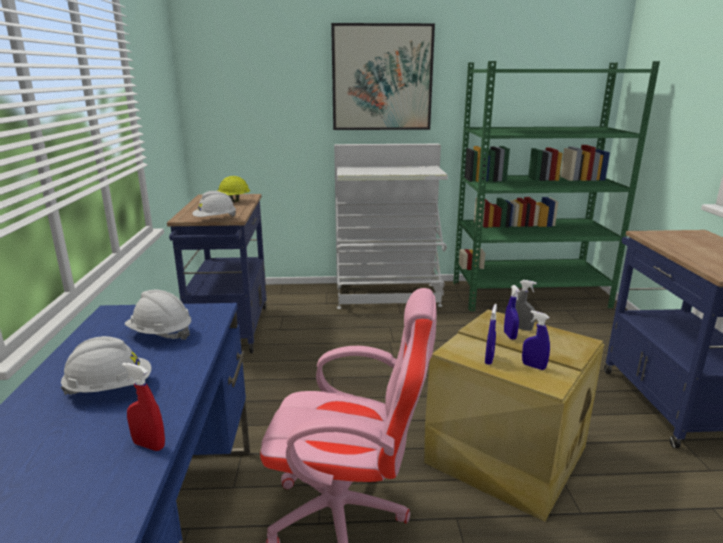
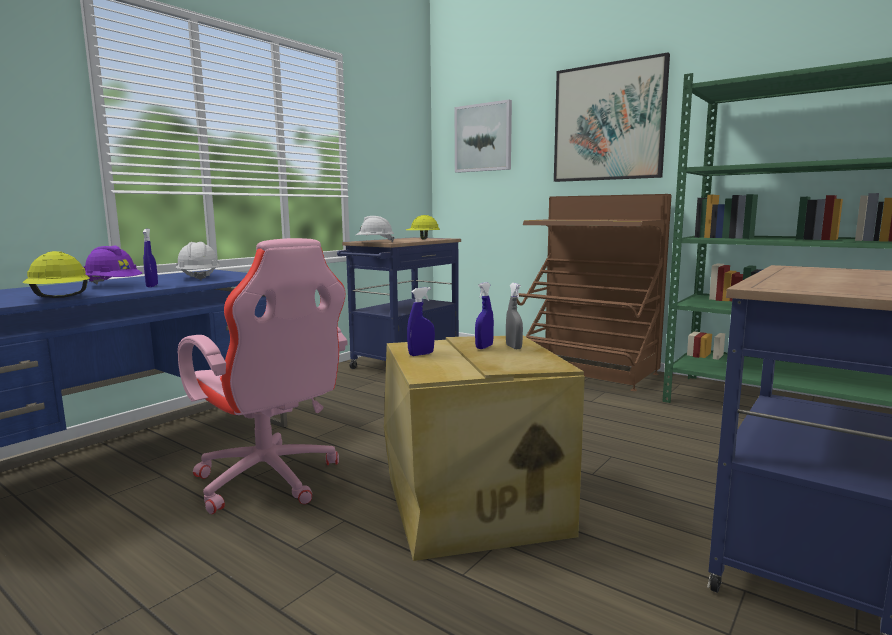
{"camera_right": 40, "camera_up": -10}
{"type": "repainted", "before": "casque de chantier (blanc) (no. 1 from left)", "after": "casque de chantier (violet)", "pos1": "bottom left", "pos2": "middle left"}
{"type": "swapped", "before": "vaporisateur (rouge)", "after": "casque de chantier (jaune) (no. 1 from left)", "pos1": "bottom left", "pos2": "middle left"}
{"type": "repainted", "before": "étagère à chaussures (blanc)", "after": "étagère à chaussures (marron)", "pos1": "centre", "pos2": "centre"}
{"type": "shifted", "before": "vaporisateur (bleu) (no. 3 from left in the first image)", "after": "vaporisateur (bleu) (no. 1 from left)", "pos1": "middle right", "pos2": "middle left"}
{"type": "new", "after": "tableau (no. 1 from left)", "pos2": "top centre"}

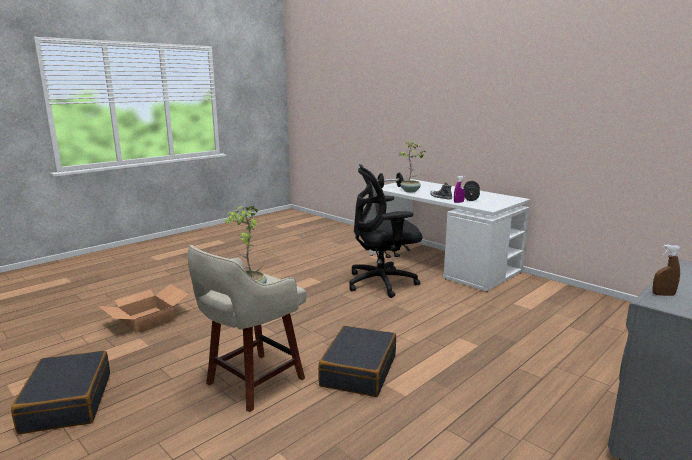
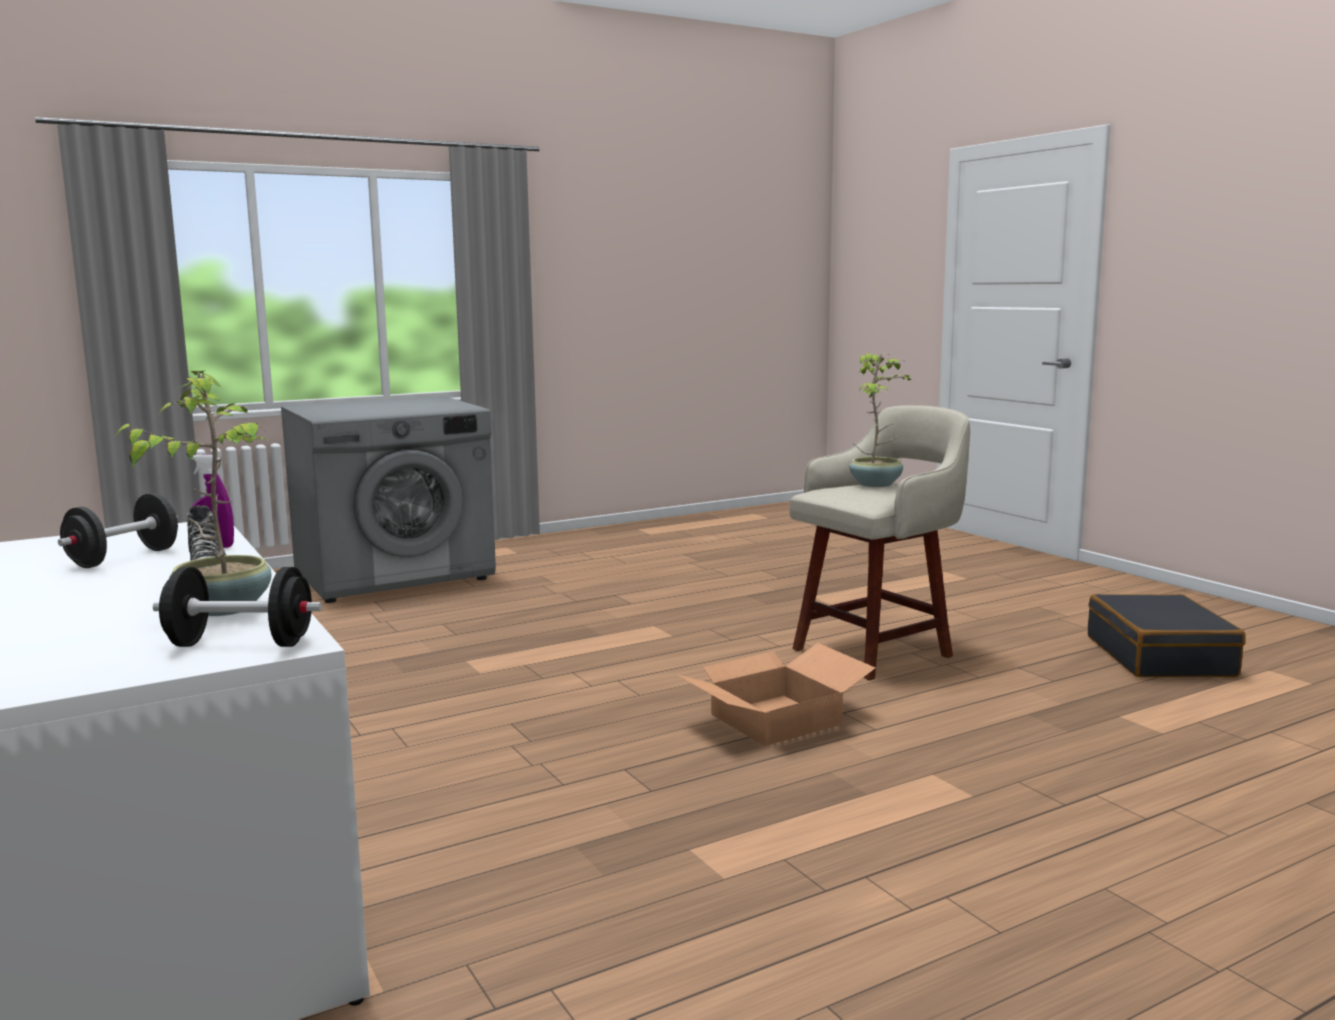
{"camera_right": -165, "camera_up": -5}
{"type": "shifted", "before": "carton", "pos1": "bottom left", "pos2": "bottom centre"}
{"type": "gone", "before": "valise (noir) (no. 2 from left)", "pos1": "bottom centre"}
{"type": "gone", "before": "chaise de bureau (noir)", "pos1": "centre"}
{"type": "gone", "before": "vaporisateur (marron)", "pos1": "middle right"}

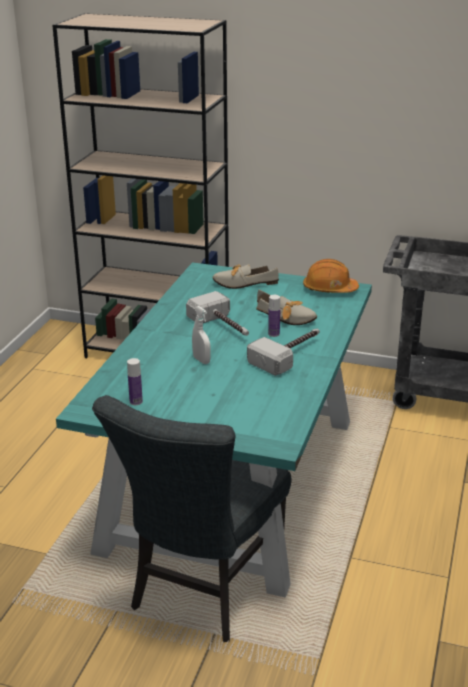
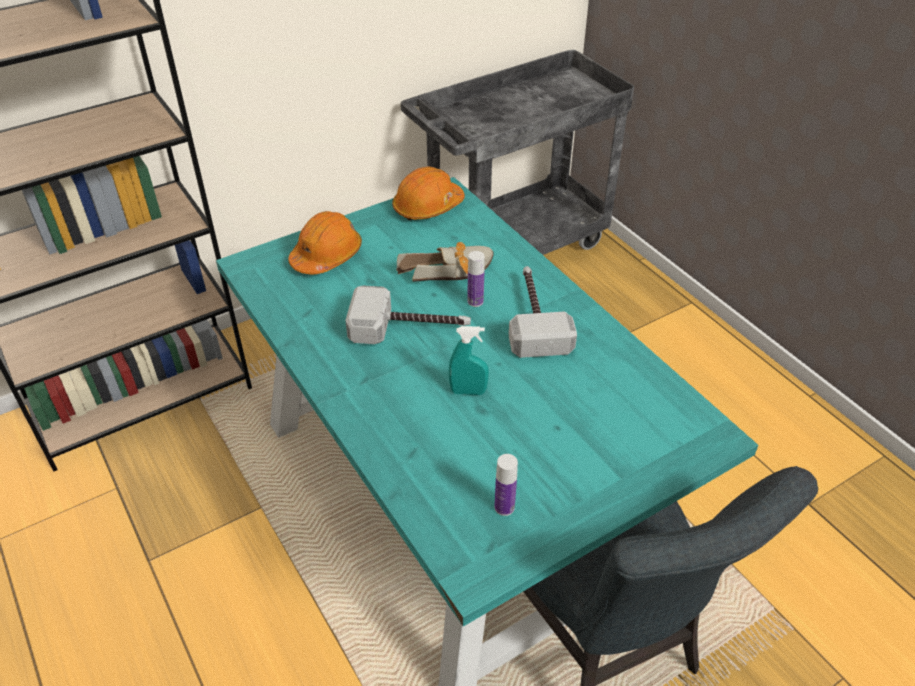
{"camera_right": -50, "camera_up": 15}
{"type": "repainted", "before": "vaporisateur (blanc)", "after": "vaporisateur (turquoise)", "pos1": "centre", "pos2": "centre"}
{"type": "swapped", "before": "chaussure (no. 1 from left)", "after": "casque de chantier (orange) (no. 1 from left)", "pos1": "centre", "pos2": "centre"}

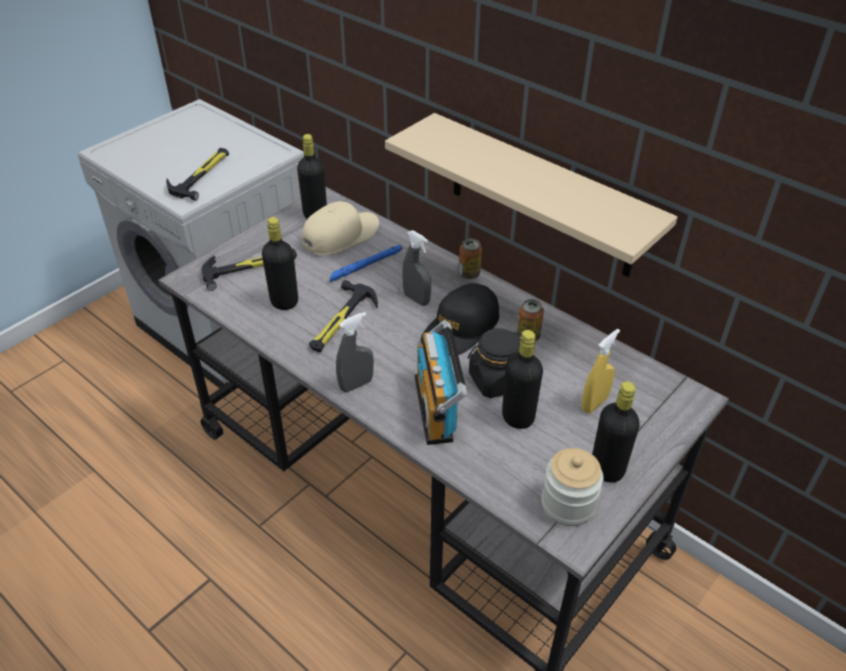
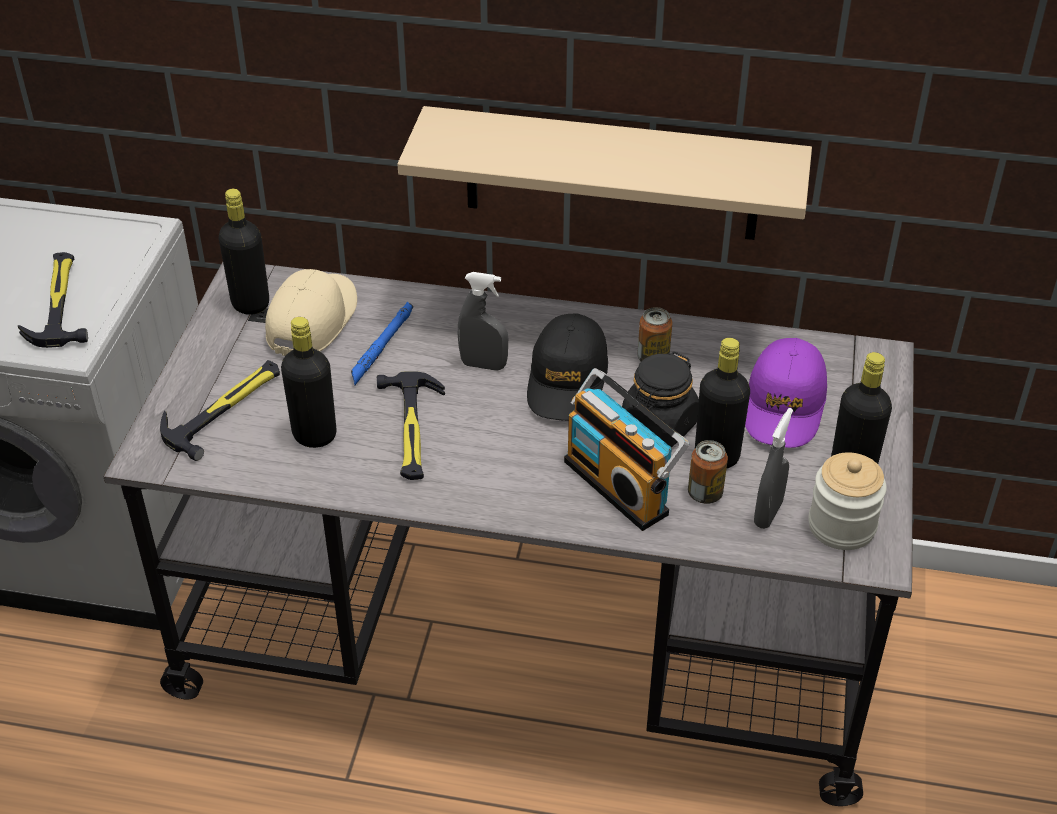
{"camera_right": -30, "camera_up": 0}
{"type": "shifted", "before": "vaporisateur (gris) (no. 1 from left in the first image)", "after": "vaporisateur (gris) (no. 2 from left)", "pos1": "centre", "pos2": "middle right"}
{"type": "shifted", "before": "boîte métallique (no. 1 from left in the first image)", "after": "boîte métallique (no. 2 from left)", "pos1": "centre", "pos2": "middle right"}
{"type": "swapped", "before": "vaporisateur (jaune)", "after": "casquette (violet)", "pos1": "middle right", "pos2": "middle right"}

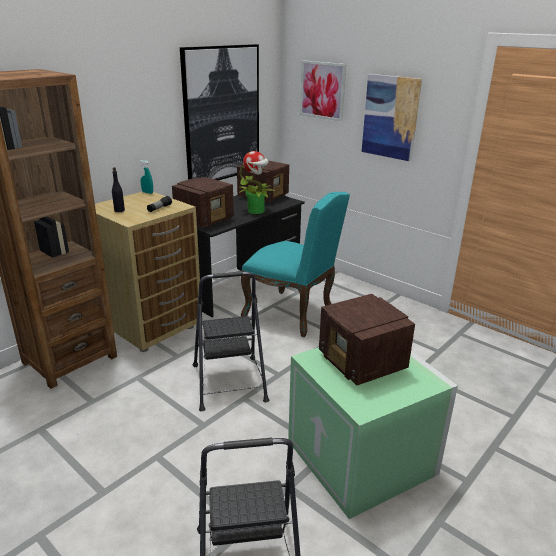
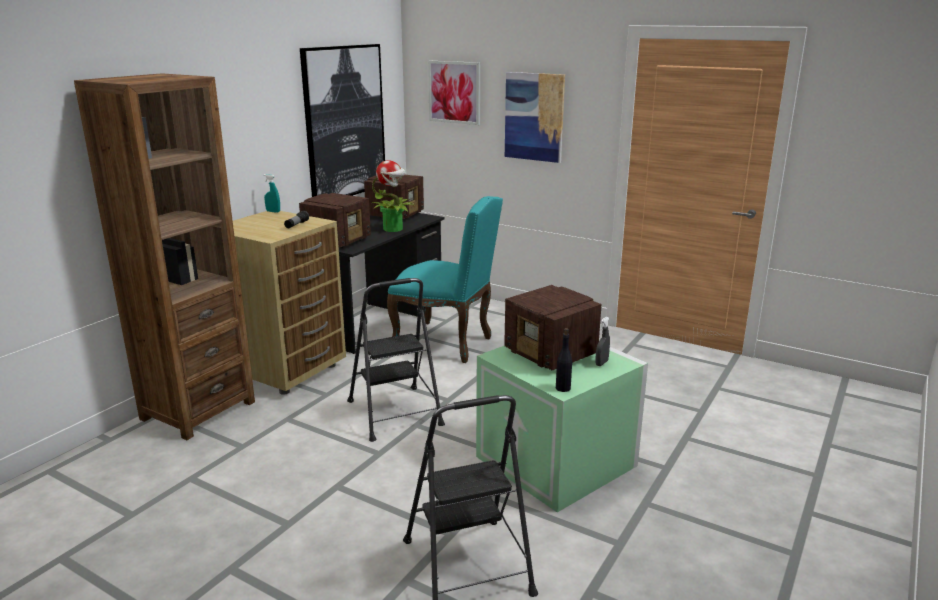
{"camera_right": -10, "camera_up": -5}
{"type": "shifted", "before": "bouteille (noir)", "pos1": "middle left", "pos2": "centre"}
{"type": "new", "after": "vaporisateur (gris)", "pos2": "centre"}

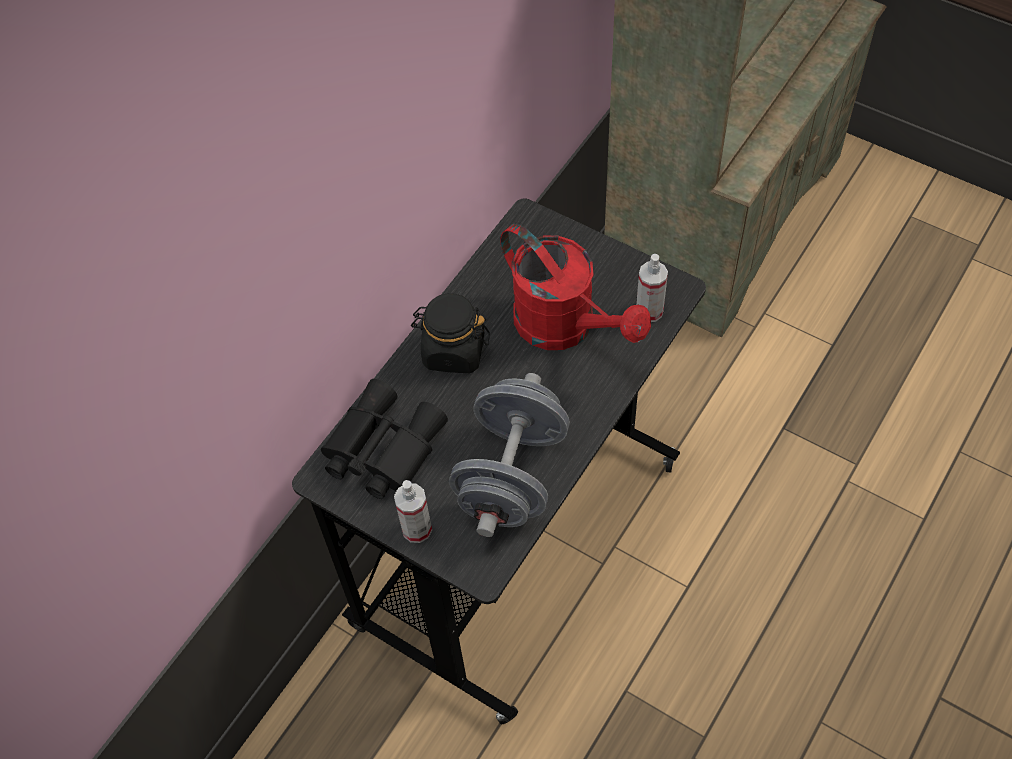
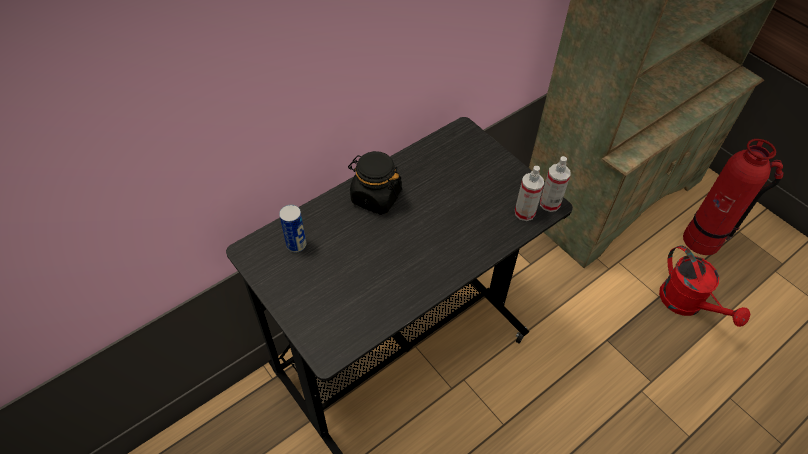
{"camera_right": 15, "camera_up": -5}
{"type": "swapped", "before": "jumelles (noir)", "after": "boîte métallique", "pos1": "centre", "pos2": "centre"}
{"type": "shifted", "before": "vaporisateur (no. 1 from left in the first image)", "after": "vaporisateur (no. 2 from left)", "pos1": "bottom centre", "pos2": "middle right"}
{"type": "gone", "before": "haltère (gris)", "pos1": "centre"}
{"type": "shifted", "before": "arrosoir (rouge)", "pos1": "centre", "pos2": "middle right"}
{"type": "new", "after": "extincteur", "pos2": "middle right"}

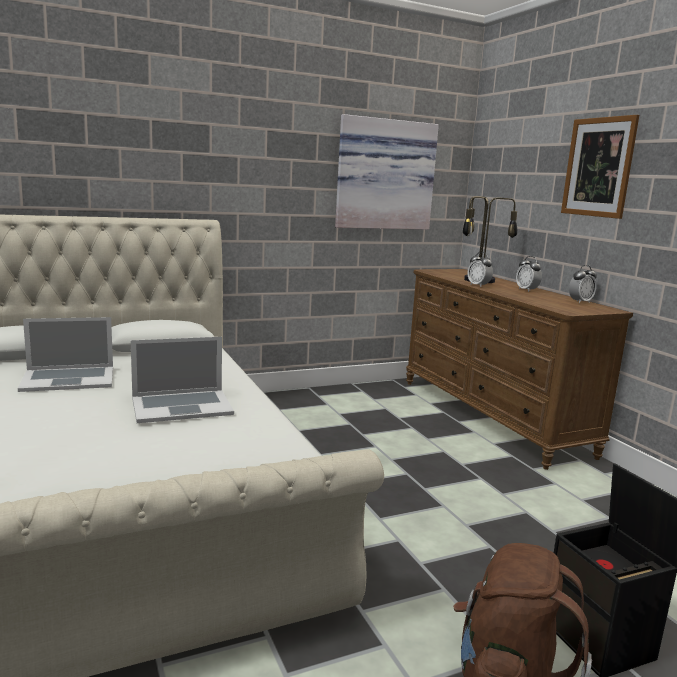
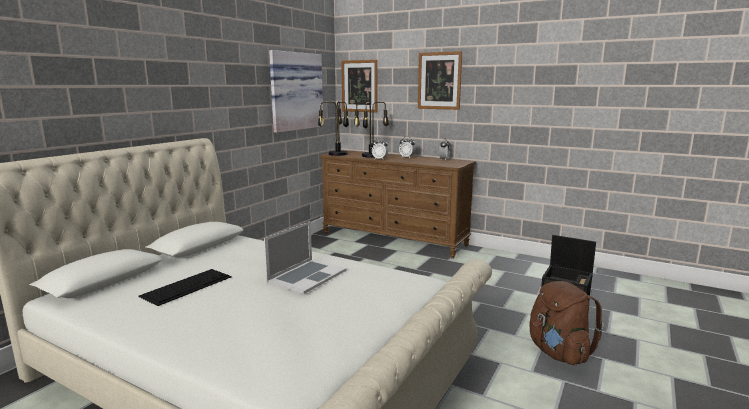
{"camera_right": -35, "camera_up": 0}
{"type": "swapped", "before": "ordinateur portable (no. 1 from left)", "after": "clavier", "pos1": "middle left", "pos2": "bottom left"}
{"type": "new", "after": "lampe de table (no. 1 from left)", "pos2": "top centre"}
{"type": "new", "after": "tableau (no. 2 from left)", "pos2": "top centre"}

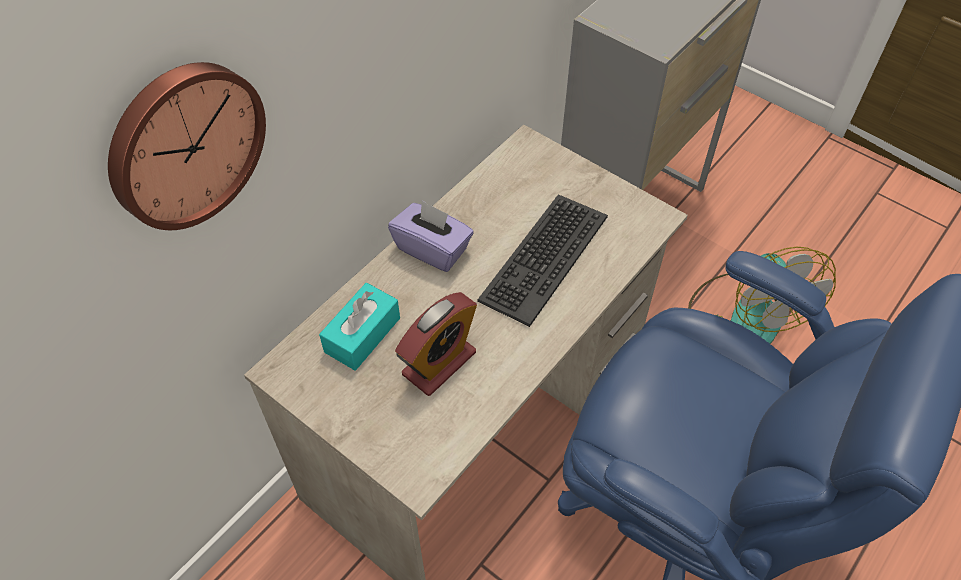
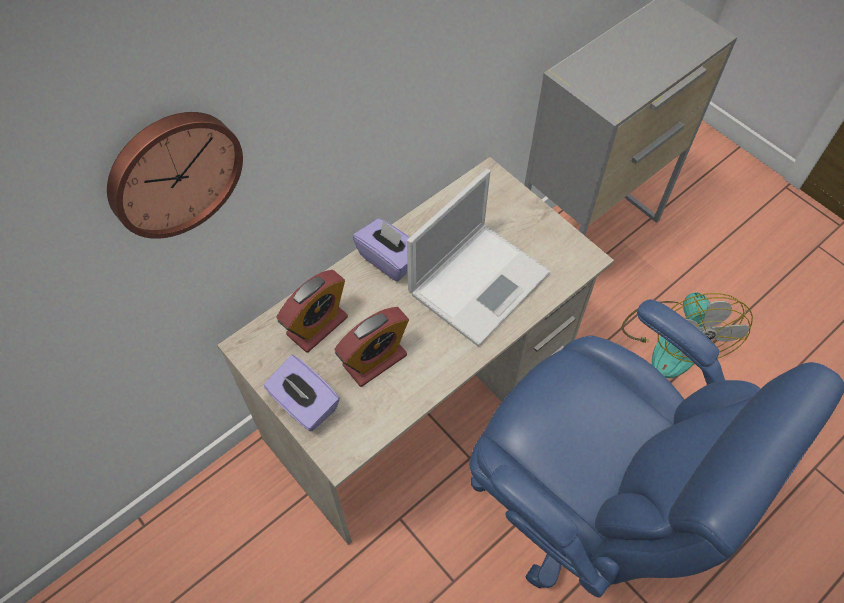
{"camera_right": 10, "camera_up": 5}
{"type": "swapped", "before": "boîte à mouchoirs (turquoise)", "after": "réveil (no. 1 from left)", "pos1": "centre", "pos2": "centre"}
{"type": "swapped", "before": "clavier", "after": "ordinateur portable", "pos1": "centre", "pos2": "centre"}
{"type": "new", "after": "boîte à mouchoirs (violet) (no. 1 from left)", "pos2": "centre"}

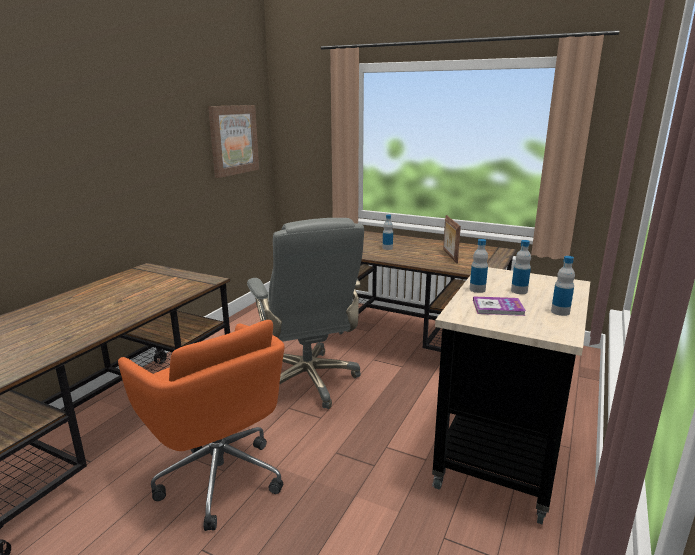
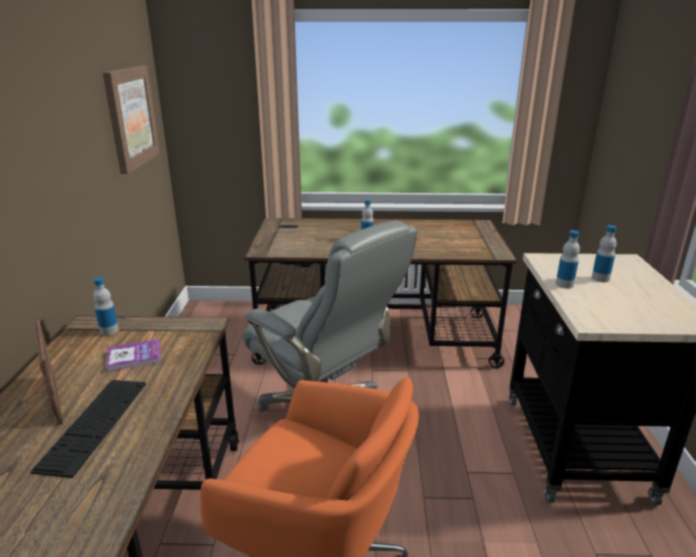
{"camera_right": -25, "camera_up": 5}
{"type": "shifted", "before": "cadre photo", "pos1": "centre", "pos2": "middle left"}
{"type": "shifted", "before": "livre", "pos1": "middle right", "pos2": "middle left"}
{"type": "shifted", "before": "bouteille (no. 4 from left in the first image)", "after": "bouteille (no. 1 from left)", "pos1": "middle right", "pos2": "middle left"}
{"type": "new", "after": "clavier", "pos2": "bottom left"}

